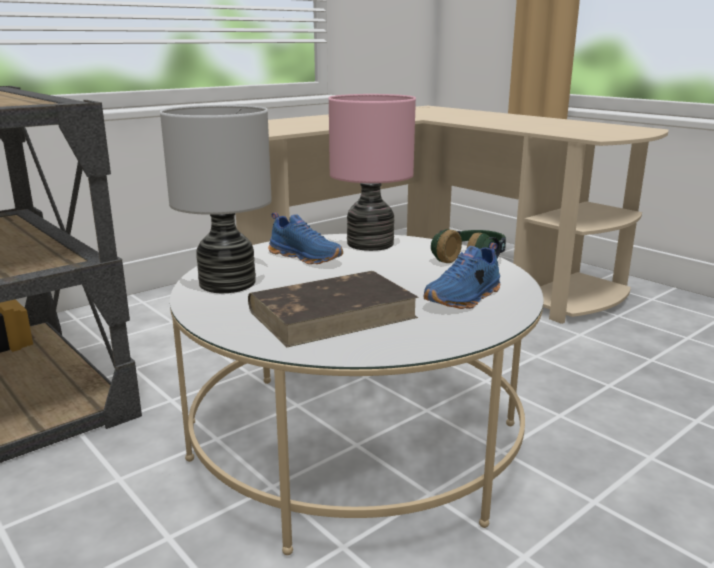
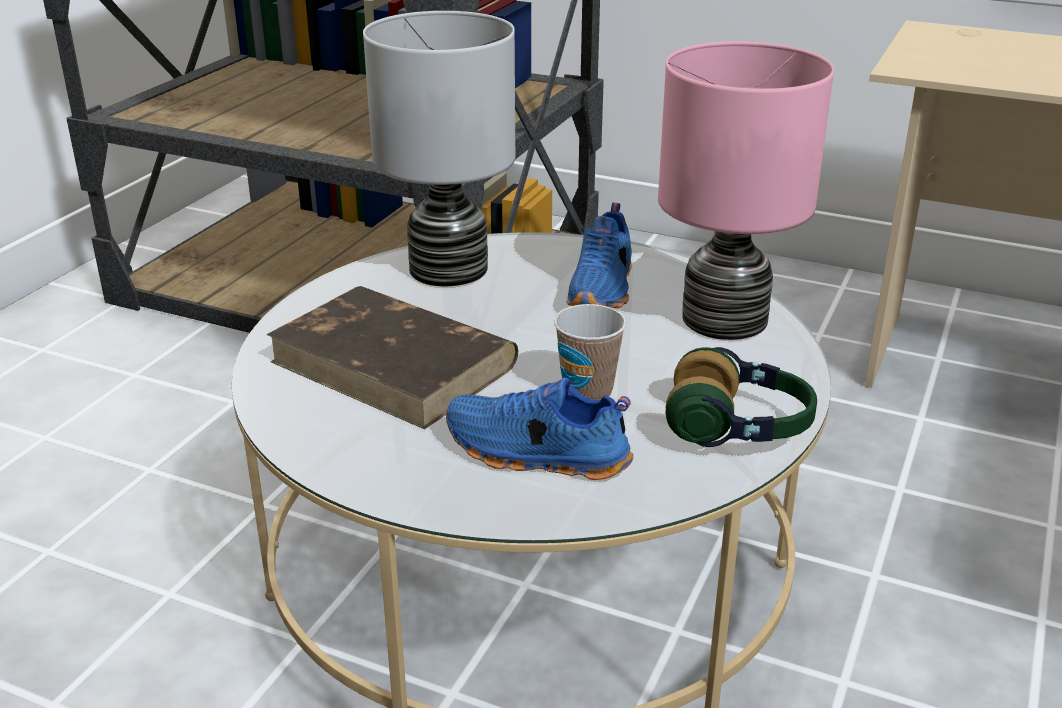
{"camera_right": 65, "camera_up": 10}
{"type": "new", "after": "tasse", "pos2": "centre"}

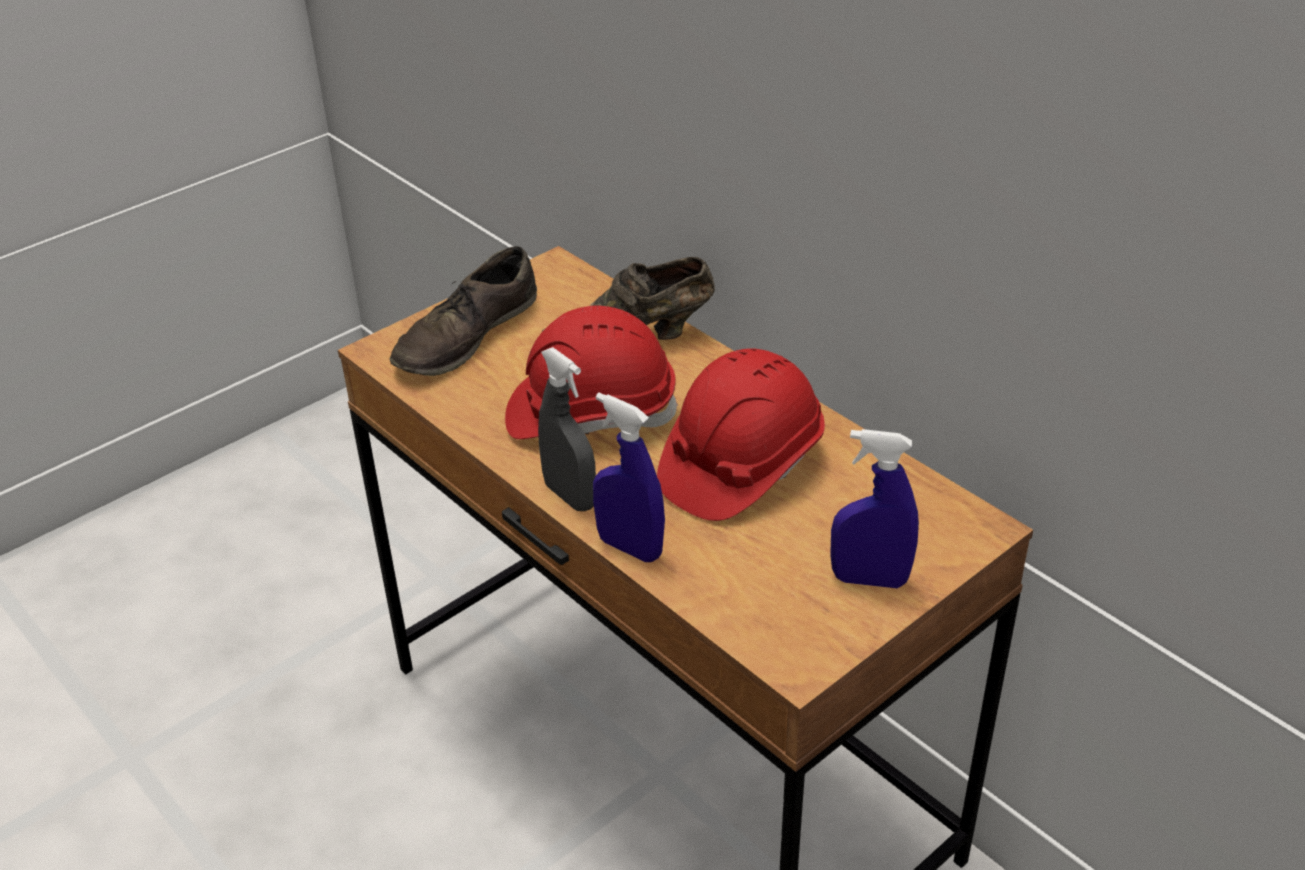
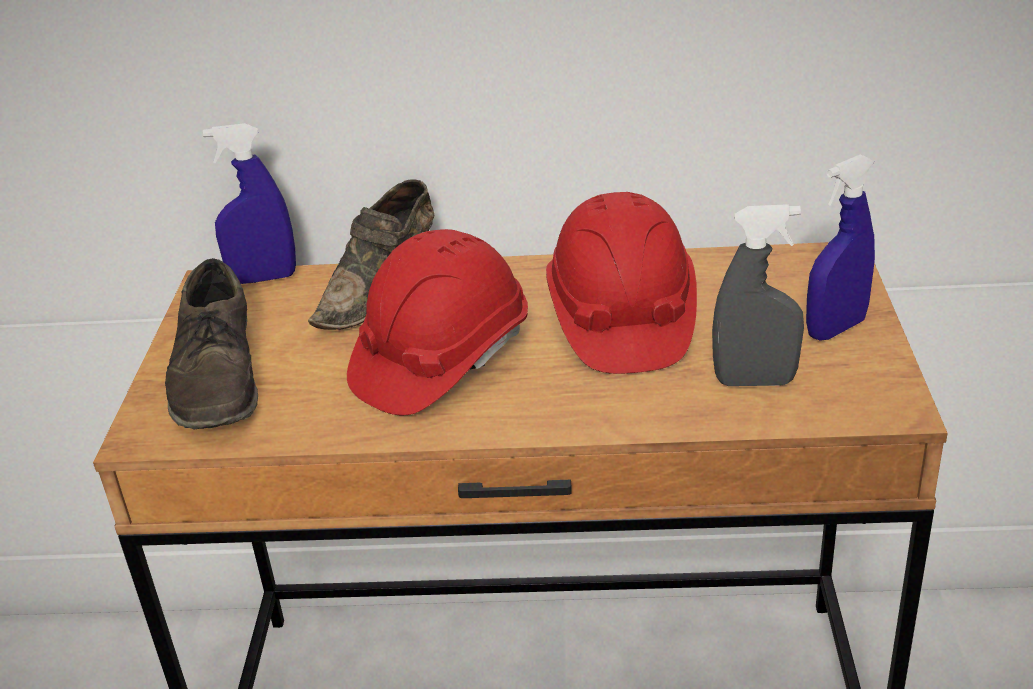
{"camera_right": -45, "camera_up": -5}
{"type": "shifted", "before": "vaporisateur (gris)", "pos1": "centre", "pos2": "middle right"}
{"type": "shifted", "before": "vaporisateur (bleu) (no. 1 from left)", "pos1": "centre", "pos2": "top left"}

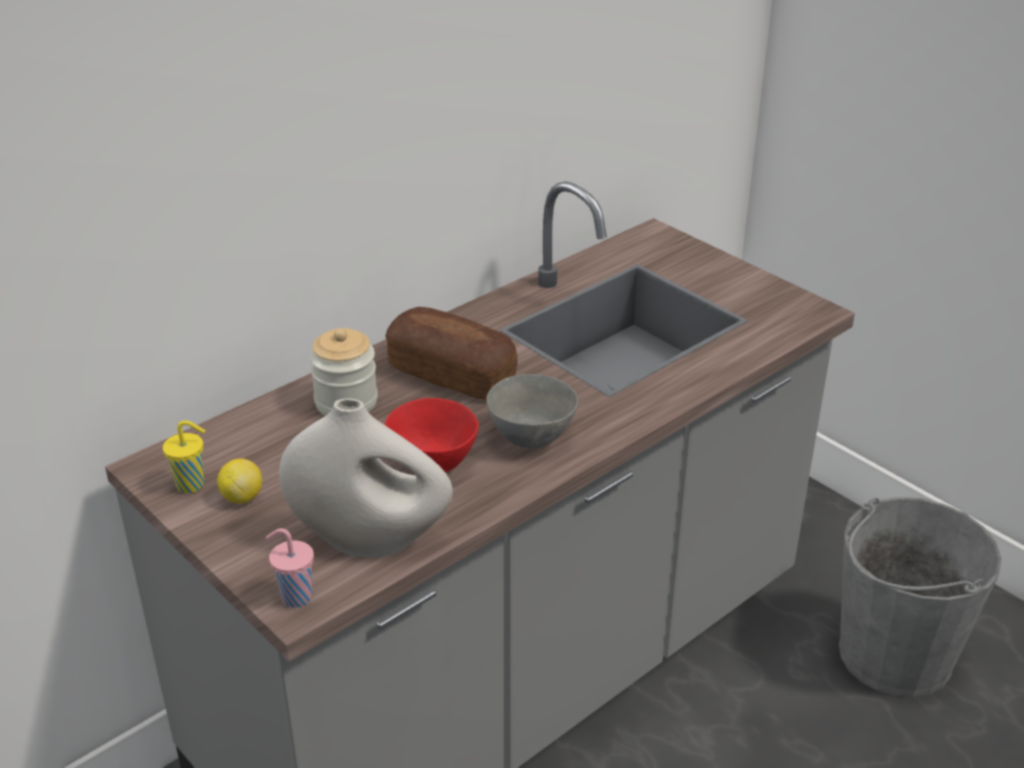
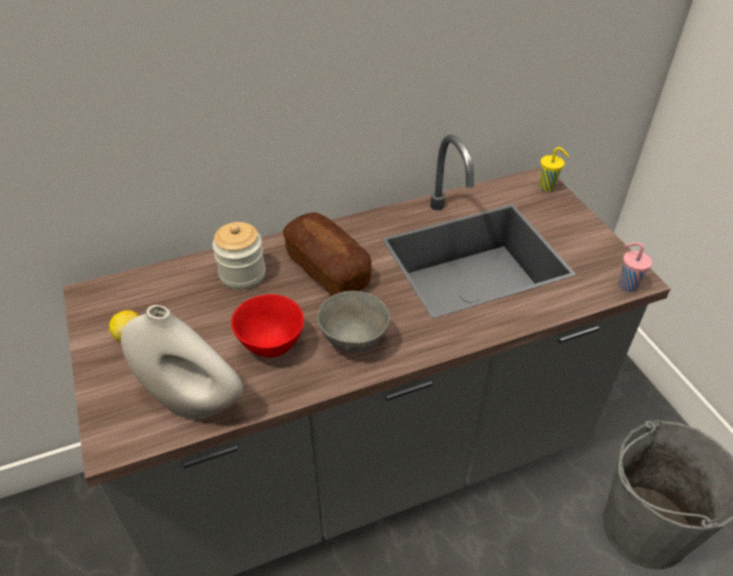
{"camera_right": 20, "camera_up": 10}
{"type": "shifted", "before": "tasse (jaune)", "pos1": "middle left", "pos2": "top right"}
{"type": "shifted", "before": "tasse (rose)", "pos1": "bottom left", "pos2": "middle right"}

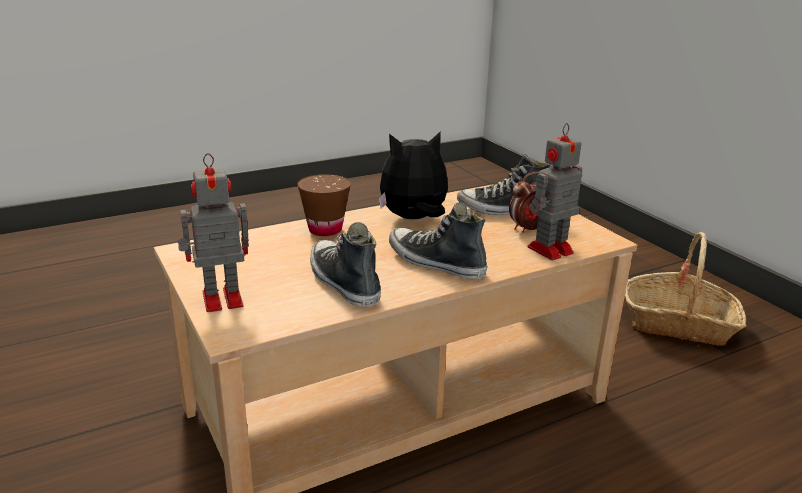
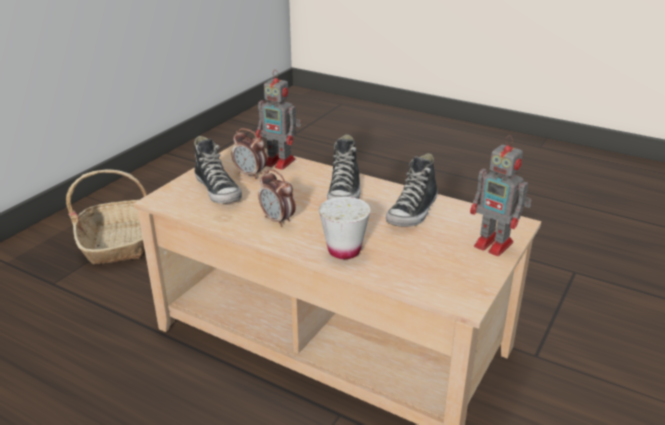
{"camera_right": -120, "camera_up": 5}
{"type": "repainted", "before": "tasse (marron)", "after": "tasse (blanc)", "pos1": "centre", "pos2": "centre"}
{"type": "swapped", "before": "peluche", "after": "réveil (no. 2 from left)", "pos1": "centre", "pos2": "centre"}

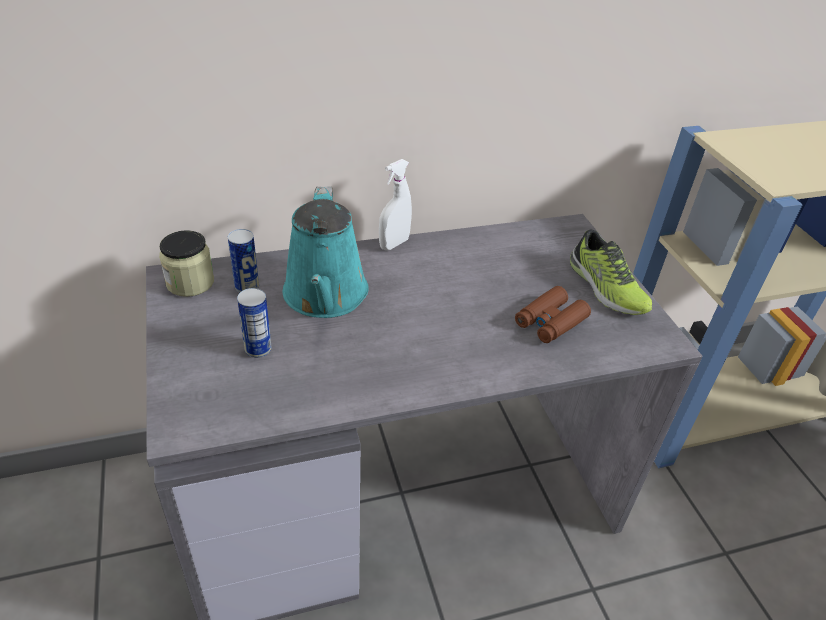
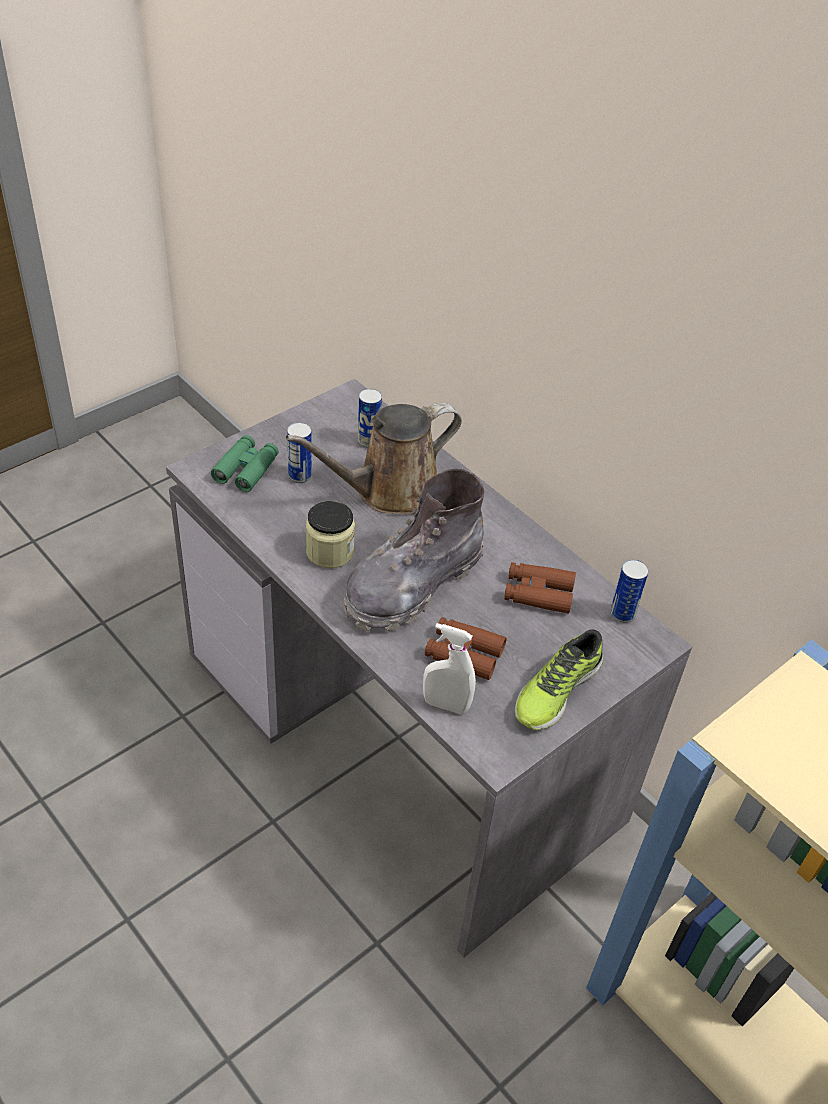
{"camera_right": 65, "camera_up": 5}
{"type": "shifted", "before": "bocal", "pos1": "middle left", "pos2": "centre"}
{"type": "repainted", "before": "arrosoir (turquoise)", "after": "arrosoir (marron)", "pos1": "centre", "pos2": "centre"}
{"type": "shifted", "before": "vaporisateur (blanc)", "pos1": "top centre", "pos2": "centre"}
{"type": "new", "after": "jumelles (vert)", "pos2": "middle left"}
{"type": "new", "after": "botte (gris)", "pos2": "centre"}
{"type": "new", "after": "jumelles (marron) (no. 2 from left)", "pos2": "centre"}
{"type": "new", "after": "boîte métallique (no. 3 from left)", "pos2": "middle right"}

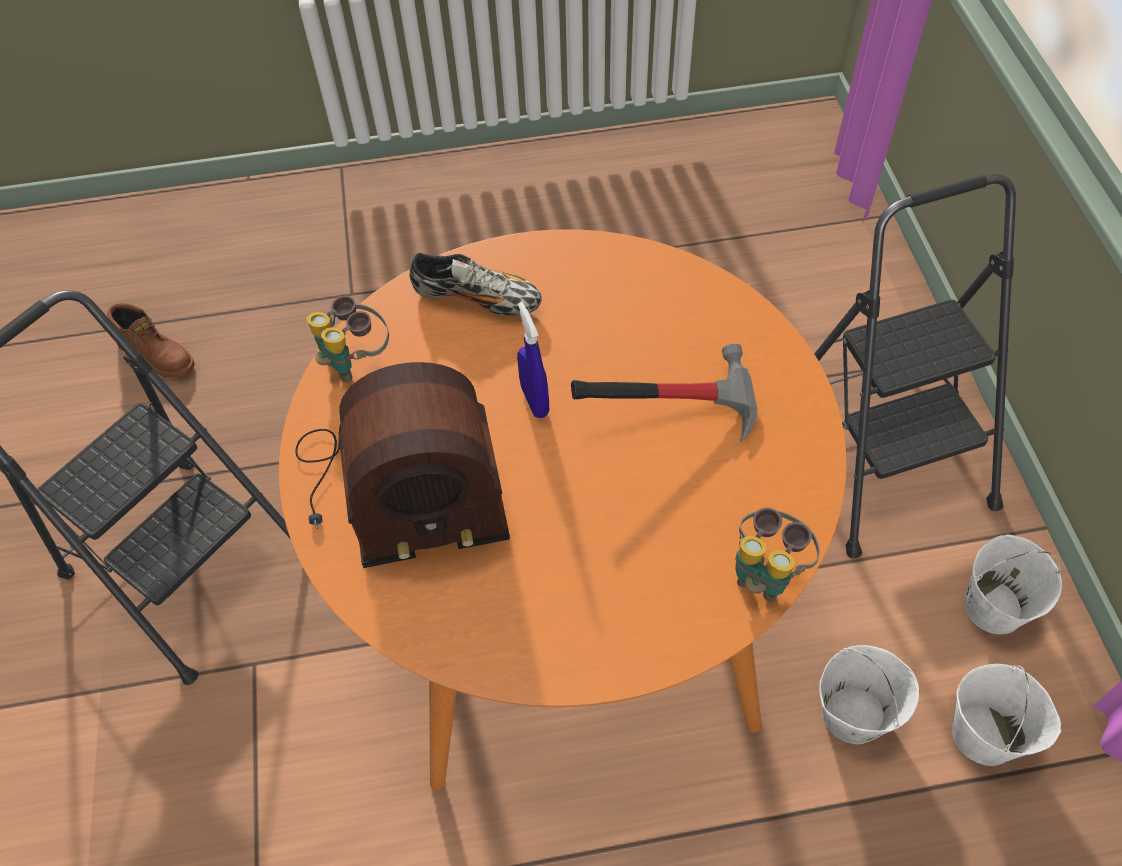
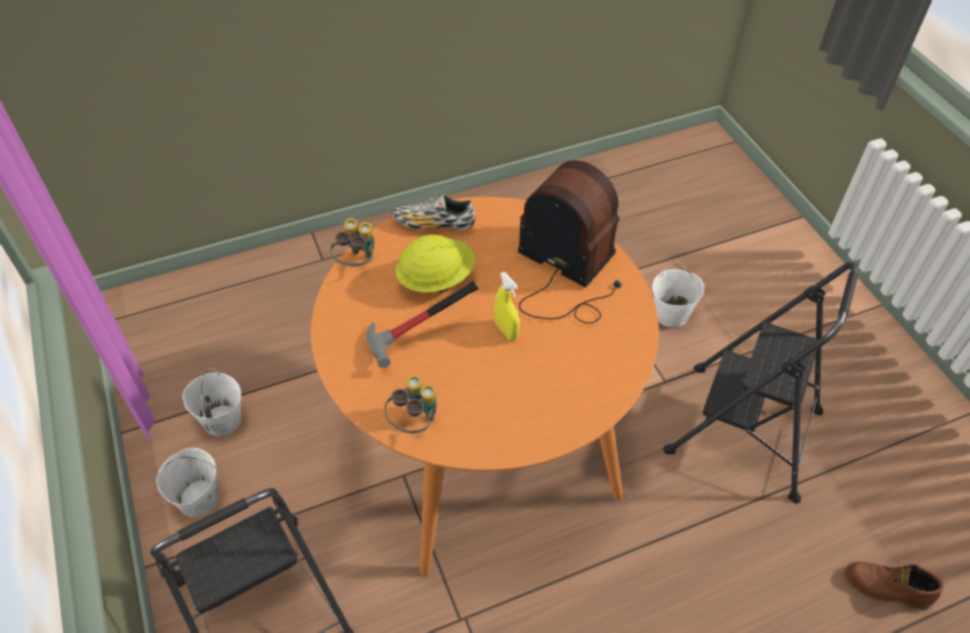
{"camera_right": 165, "camera_up": -5}
{"type": "rotated", "before": "radio", "pos1": "centre", "pos2": "centre", "turn": 60}
{"type": "shifted", "before": "jumelles (no. 1 from left in the first image)", "after": "jumelles (no. 2 from left)", "pos1": "middle left", "pos2": "centre"}
{"type": "shifted", "before": "chaussure", "pos1": "top centre", "pos2": "centre"}
{"type": "repainted", "before": "vaporisateur (bleu)", "after": "vaporisateur (jaune)", "pos1": "centre", "pos2": "centre"}
{"type": "shifted", "before": "seau (blanc) (no. 1 from left in the first image)", "after": "seau (blanc) (no. 3 from left)", "pos1": "bottom right", "pos2": "middle right"}
{"type": "new", "after": "casque de chantier (jaune)", "pos2": "centre"}

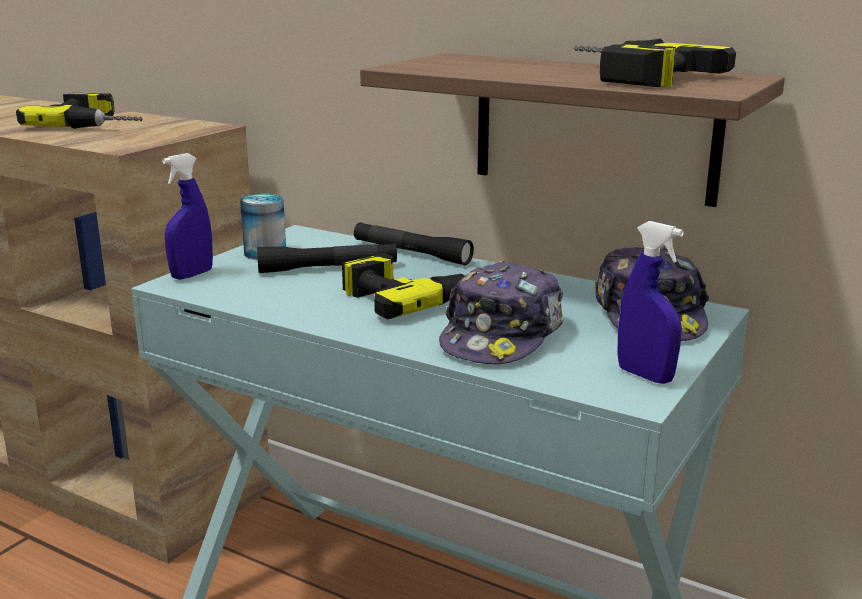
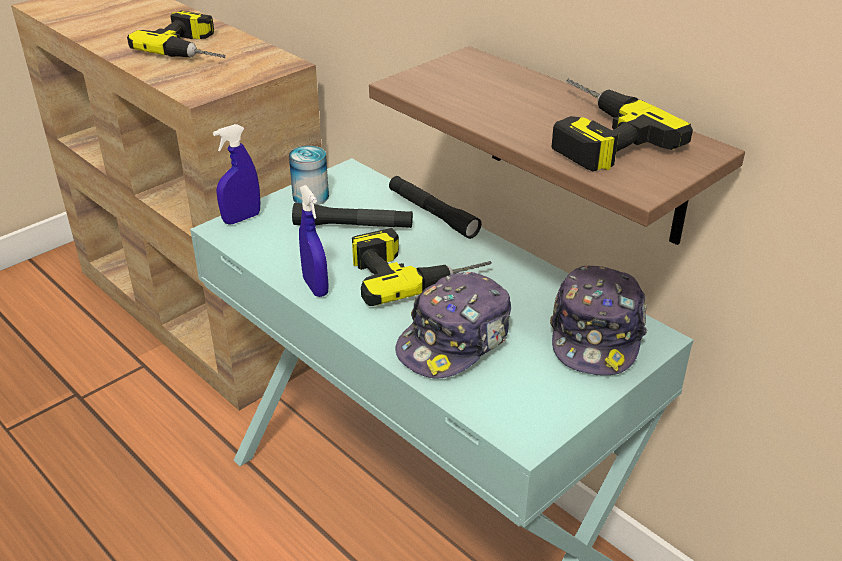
{"camera_right": 15, "camera_up": 15}
{"type": "shifted", "before": "vaporisateur (bleu) (no. 2 from left)", "pos1": "middle right", "pos2": "centre"}

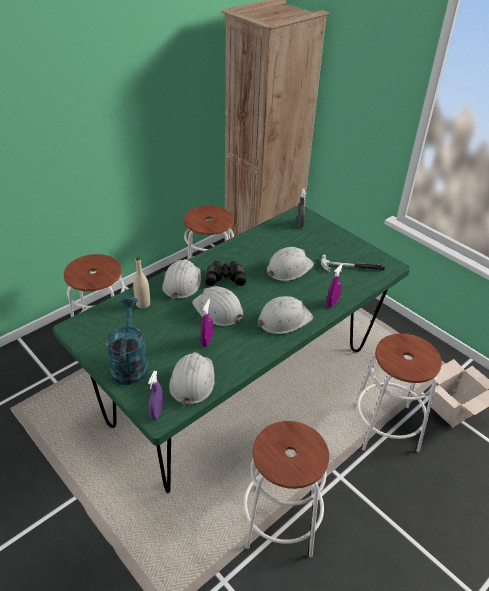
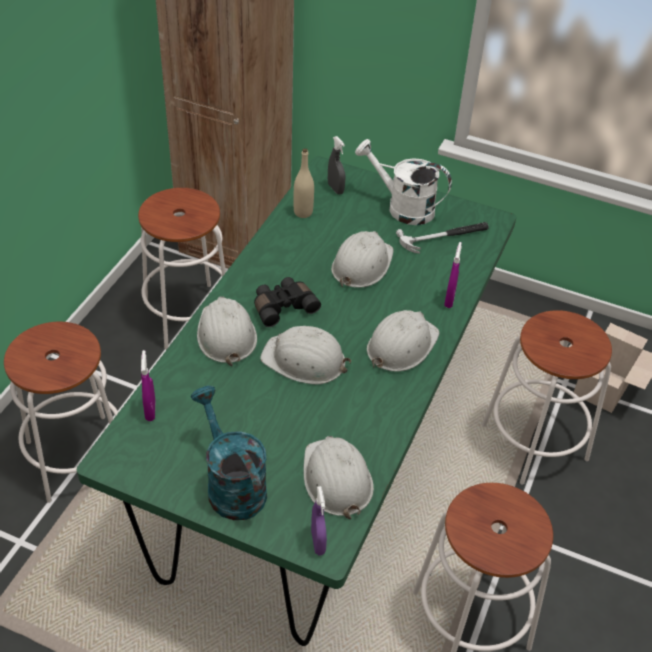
{"camera_right": -25, "camera_up": 5}
{"type": "shifted", "before": "bouteille (beige)", "pos1": "middle left", "pos2": "top centre"}
{"type": "shifted", "before": "vaporisateur (violet) (no. 2 from left in the first image)", "after": "vaporisateur (violet) (no. 1 from left)", "pos1": "centre", "pos2": "middle left"}
{"type": "new", "after": "arrosoir (blanc)", "pos2": "top centre"}

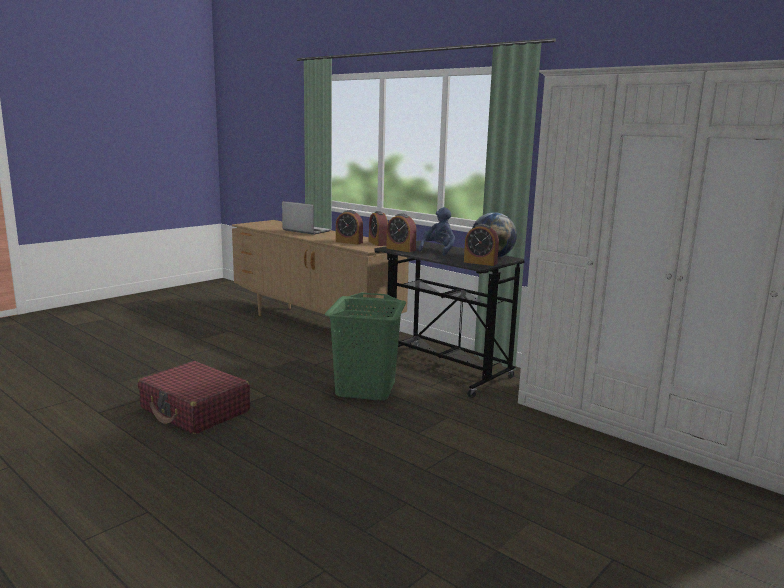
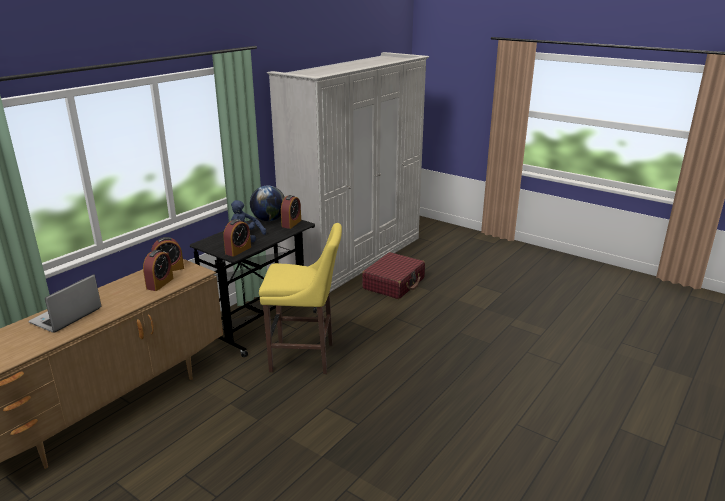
{"camera_right": -95, "camera_up": 10}
{"type": "shifted", "before": "valise (rouge)", "pos1": "bottom left", "pos2": "centre"}
{"type": "swapped", "before": "panier à linge (vert)", "after": "tabouret (jaune)", "pos1": "centre", "pos2": "centre"}

